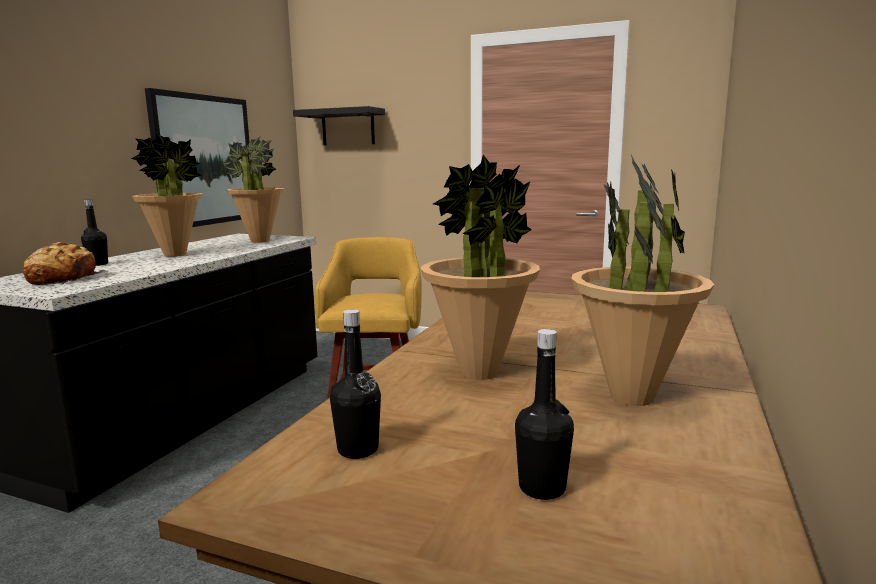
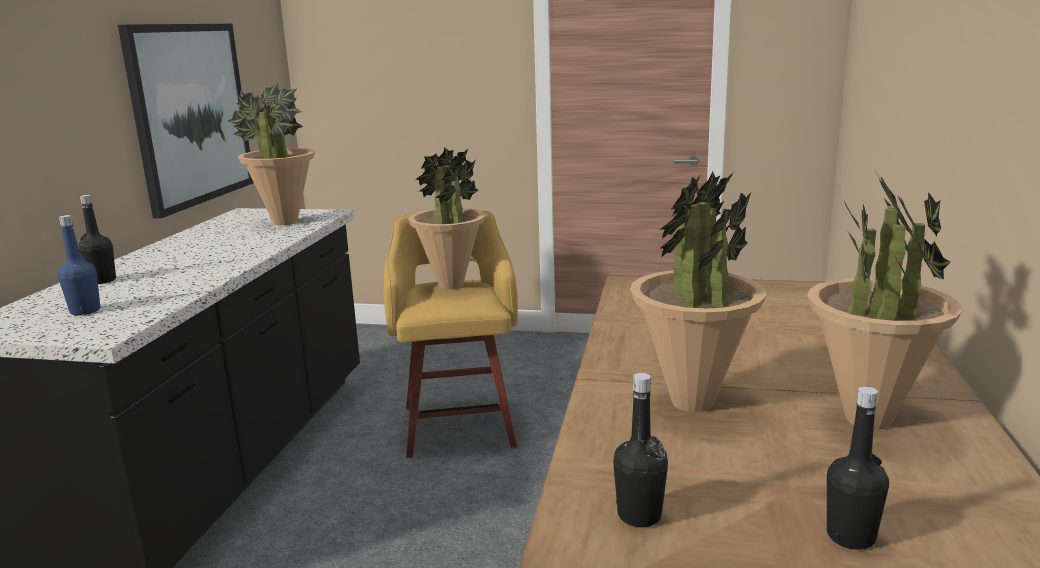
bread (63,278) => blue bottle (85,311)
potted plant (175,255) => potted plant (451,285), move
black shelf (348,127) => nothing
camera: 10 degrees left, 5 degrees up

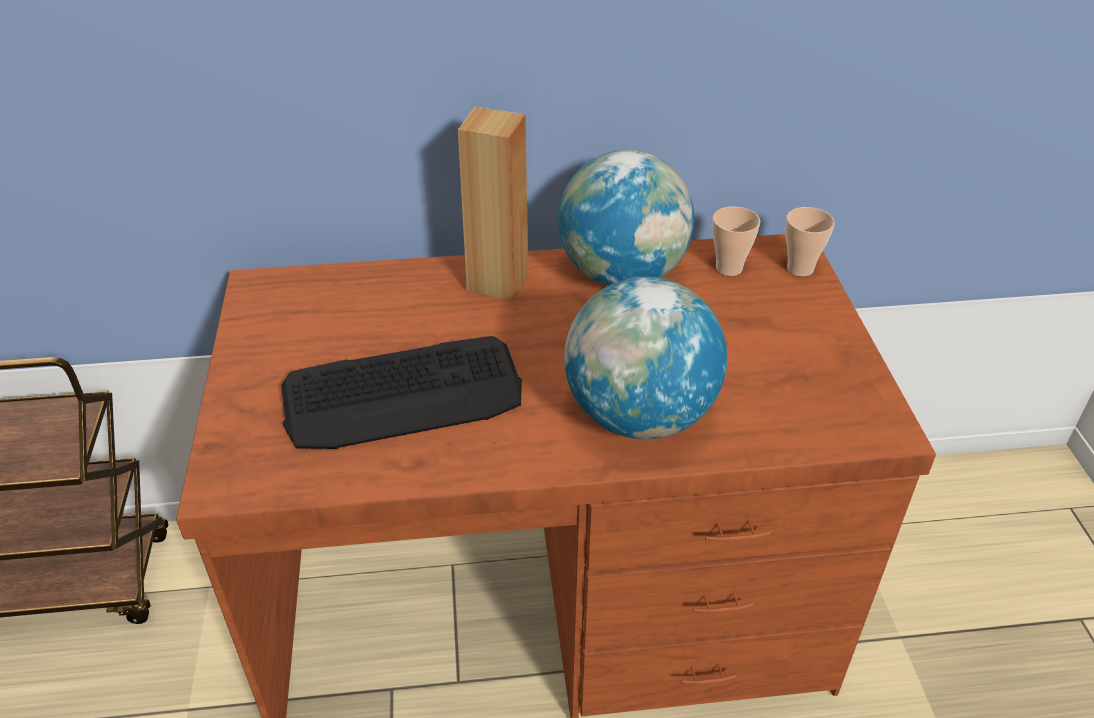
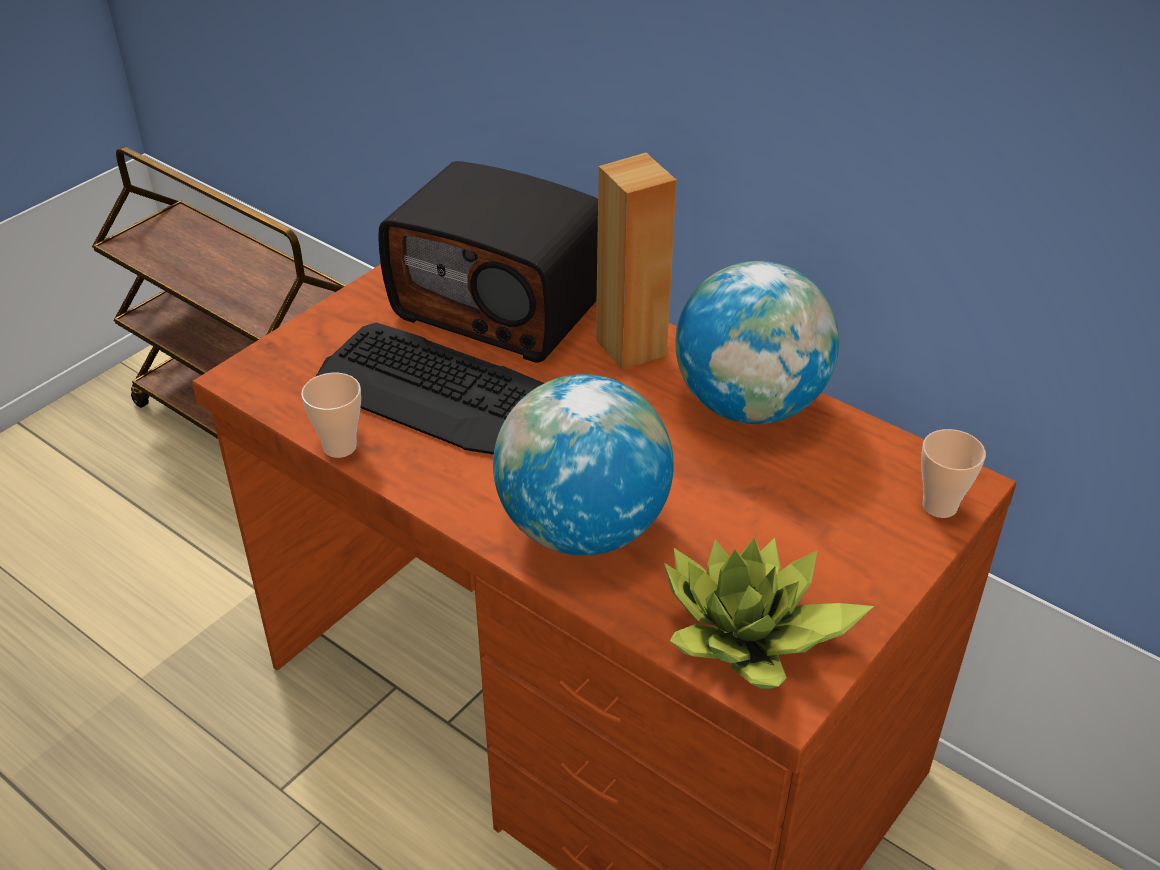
cup (729,268) => cup (340,447), move
nothing => radio (502,305)
nothing => potted plant (750,635)
camera: 45 degrees right, 0 degrees up

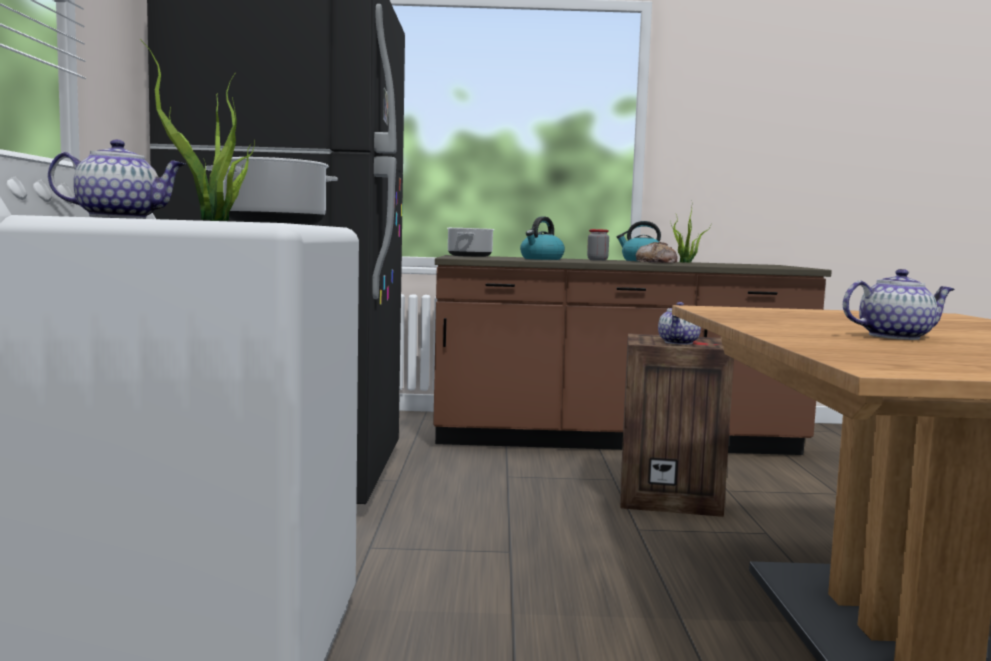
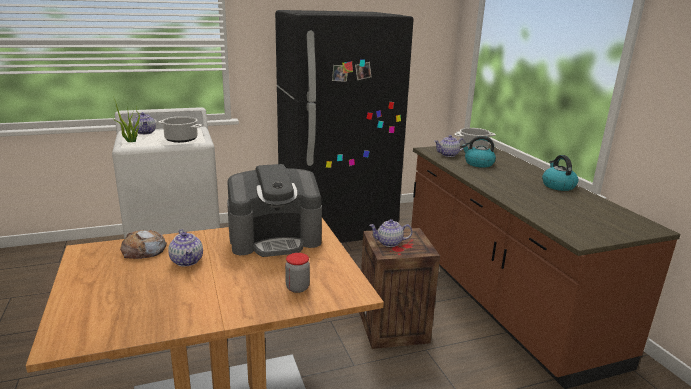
jar (597,260) => jar (297,288), move
bread (656,262) => bread (144,250), move
potted plant (686,262) => nothing
nothing => coffee machine (275,238)
nothing => teapot (448,155)
camera: 70 degrees right, 15 degrees up

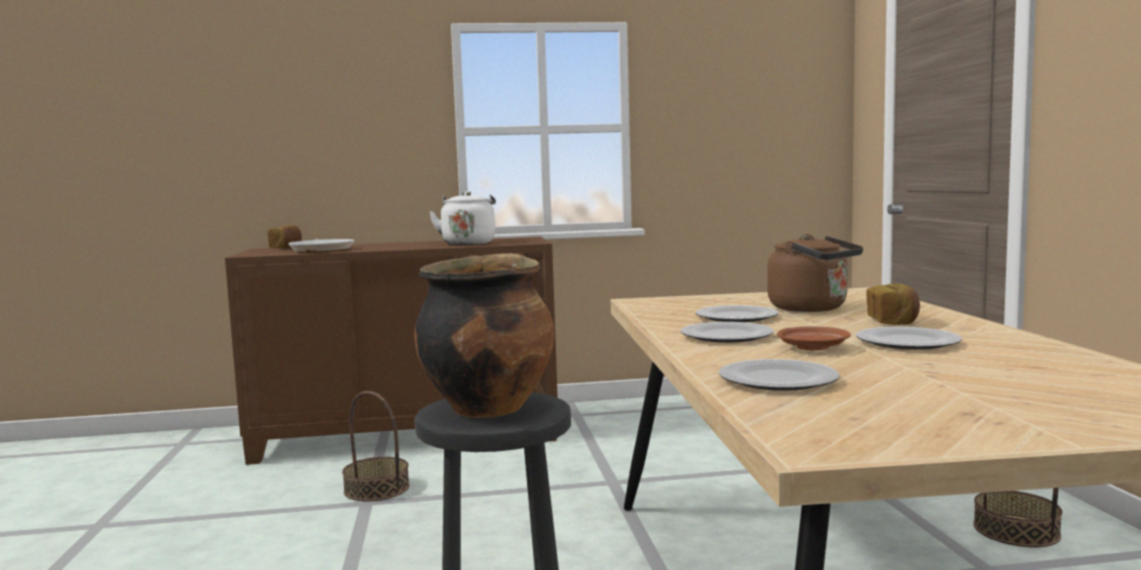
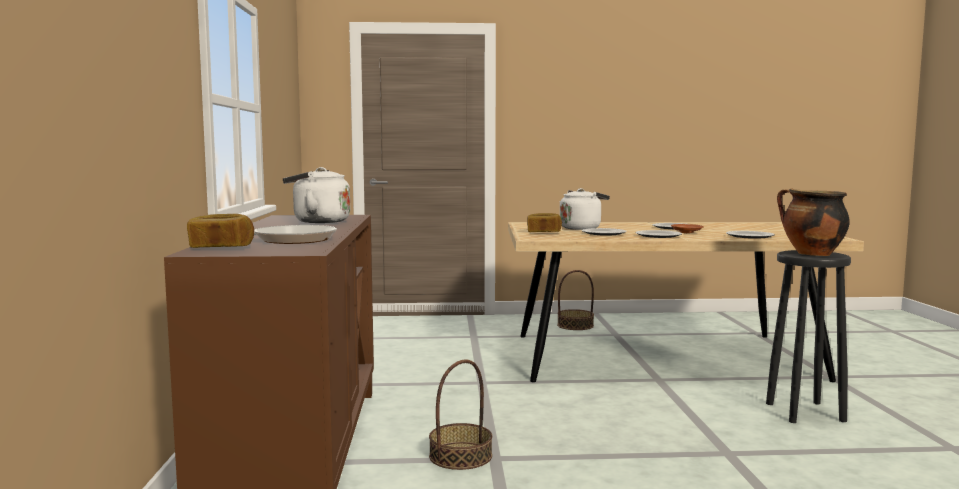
brown kettle (812,309) => white kettle (581,228)
bread (893,322) => bread (543,232), move
camera: 85 degrees left, 0 degrees up

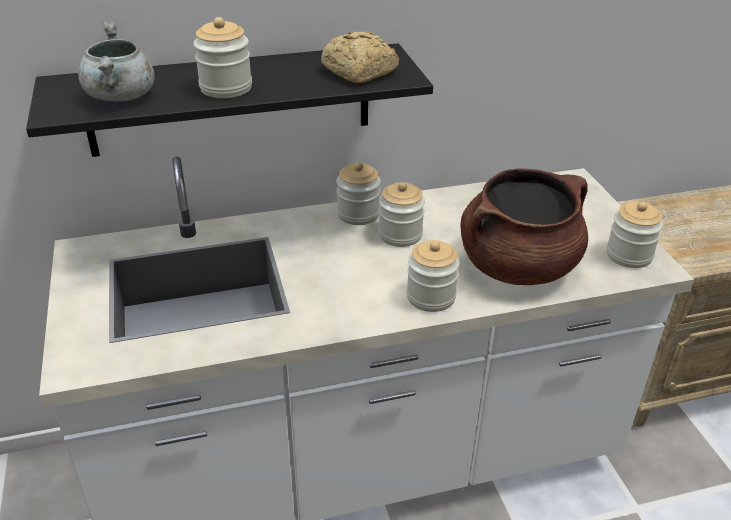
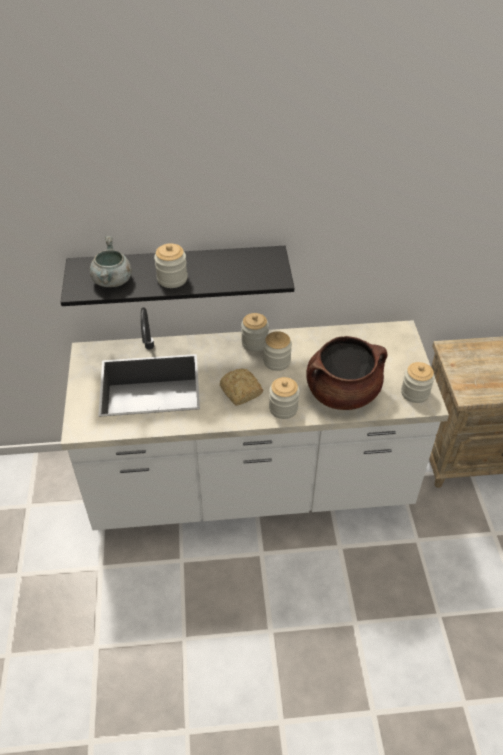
bread (359,72) => bread (241,392), move
camera: 10 degrees right, 10 degrees up

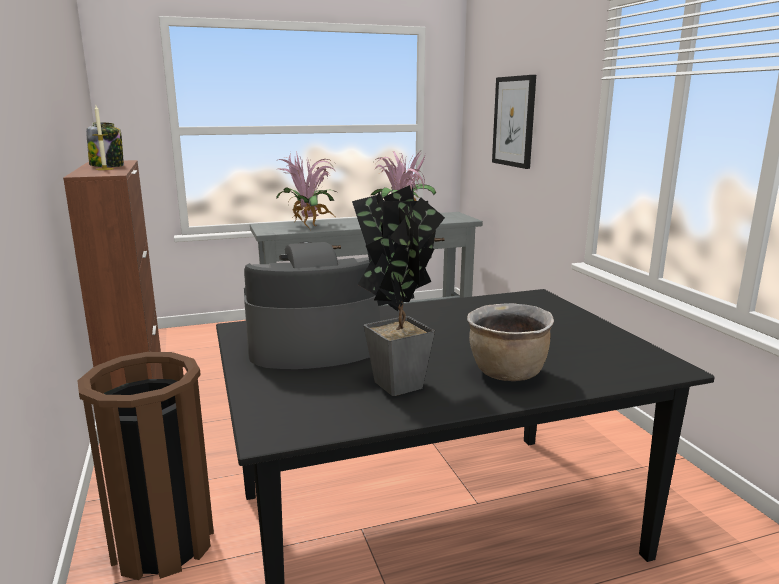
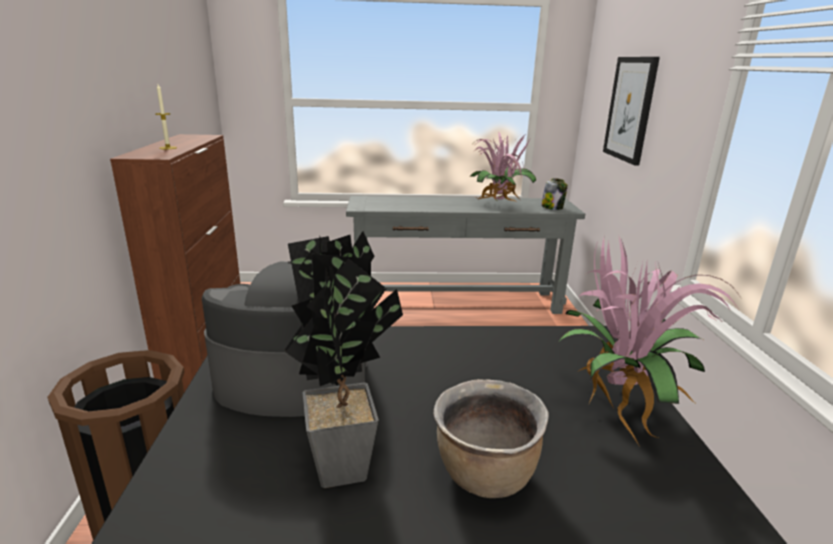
jar (107,166) => jar (552,207), move
potted plant (309,225) => potted plant (620,403), move
camera: 15 degrees right, 5 degrees up

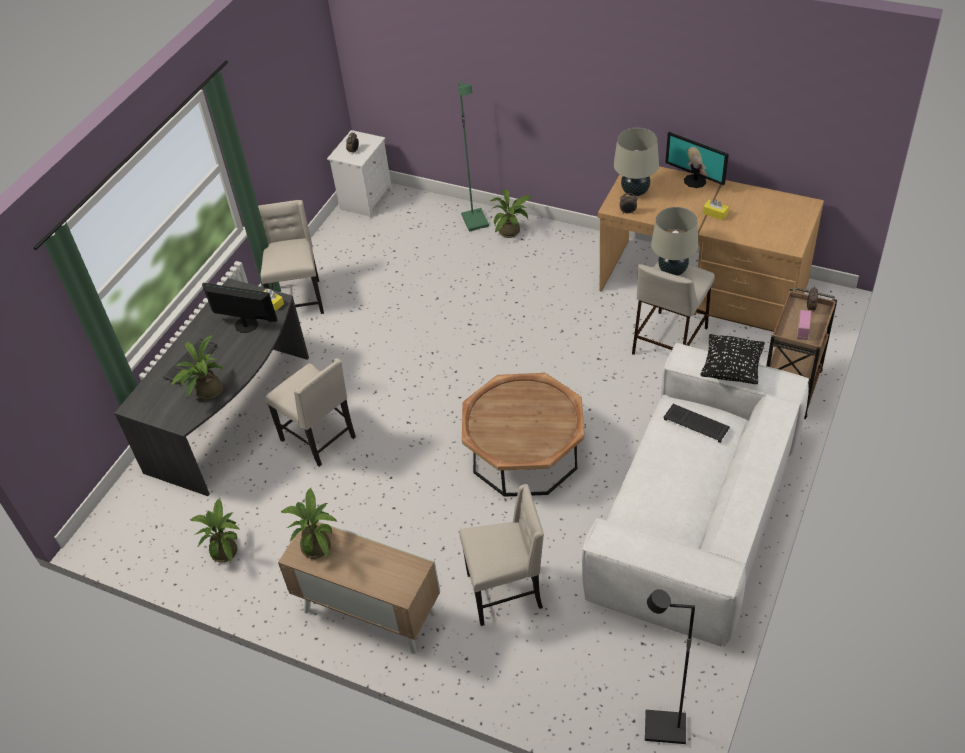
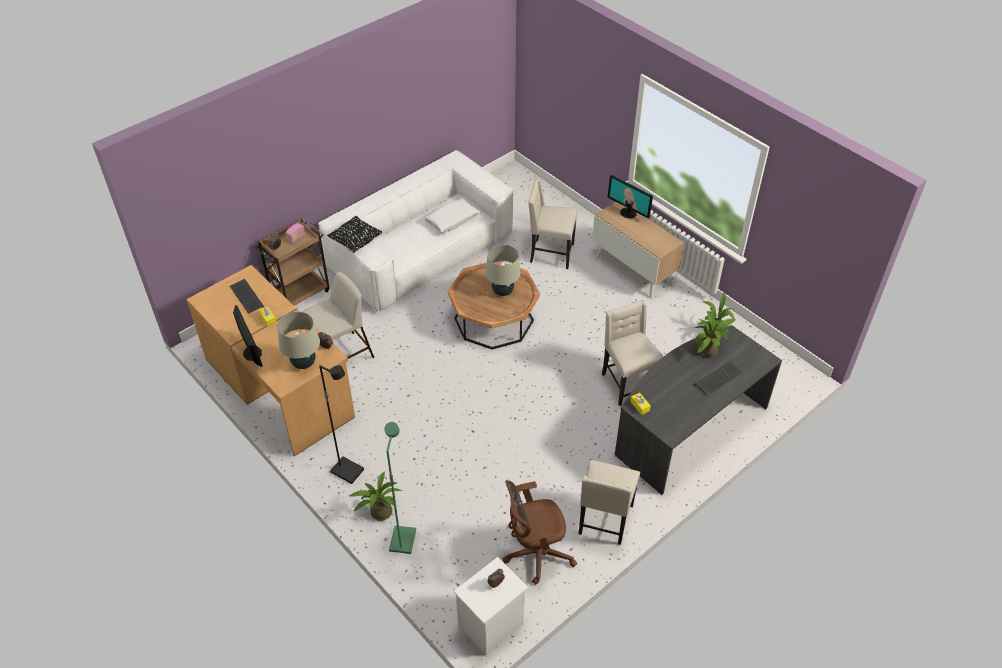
monitor (246,325) => monitor (628,212), move
potted plant (317,544) => nothing
black floor lamp (664,729) => black floor lamp (348,471), move
beige table lamp (672,271) => beige table lamp (503,291), move
keyboard (697,423) => keyboard (246,297), move
nothing => white pillow (452,220)
nothing => brown office chair (535,554)
camera: 160 degrees left, 0 degrees up

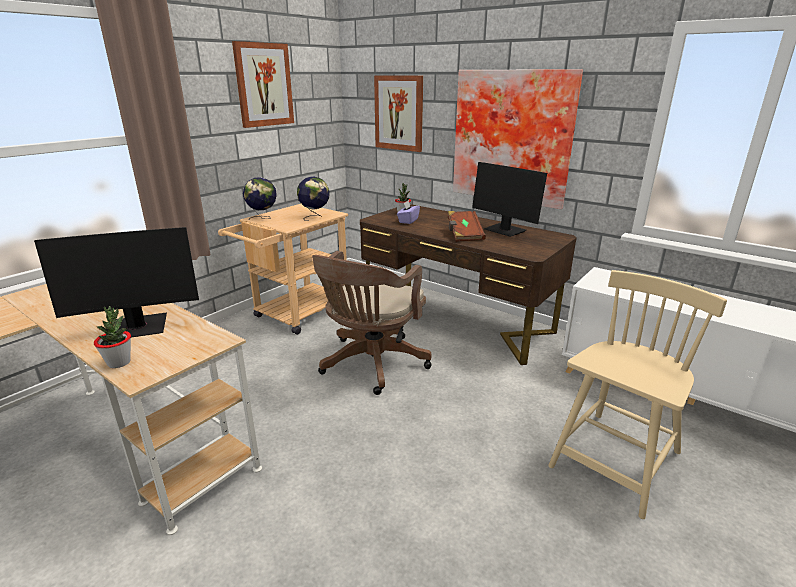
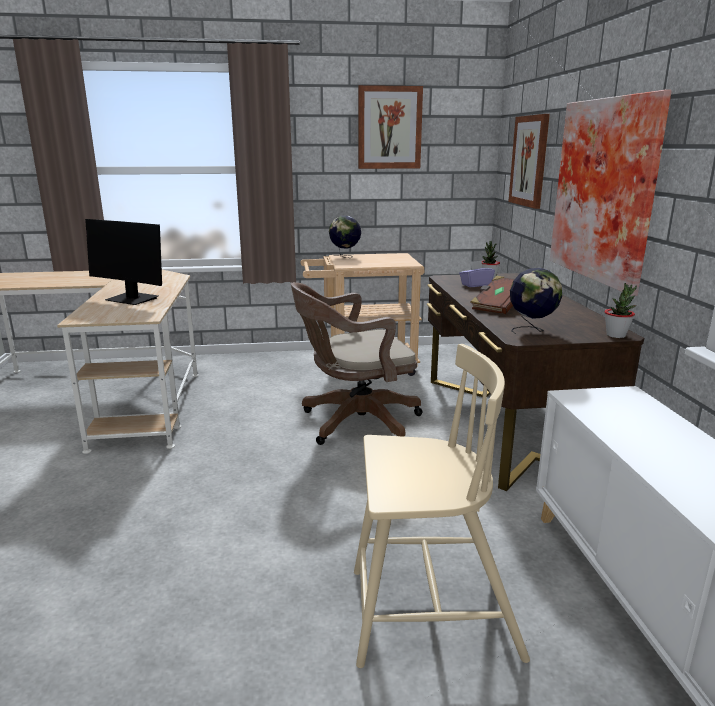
potted plant (119,362) => potted plant (616,335), move
globe (315,217) => globe (532,330), move
monitor (505,230) => nothing
camera: 45 degrees right, 5 degrees down

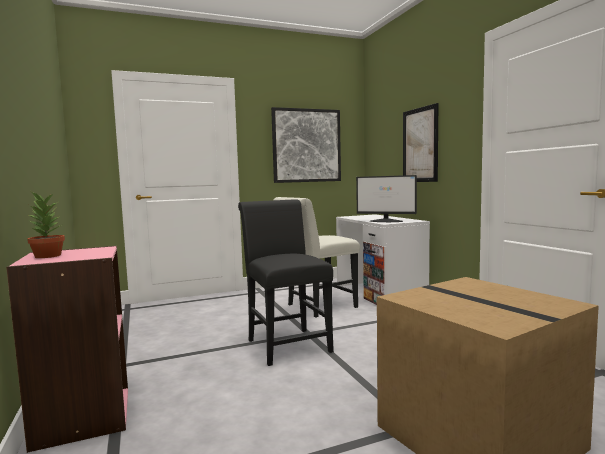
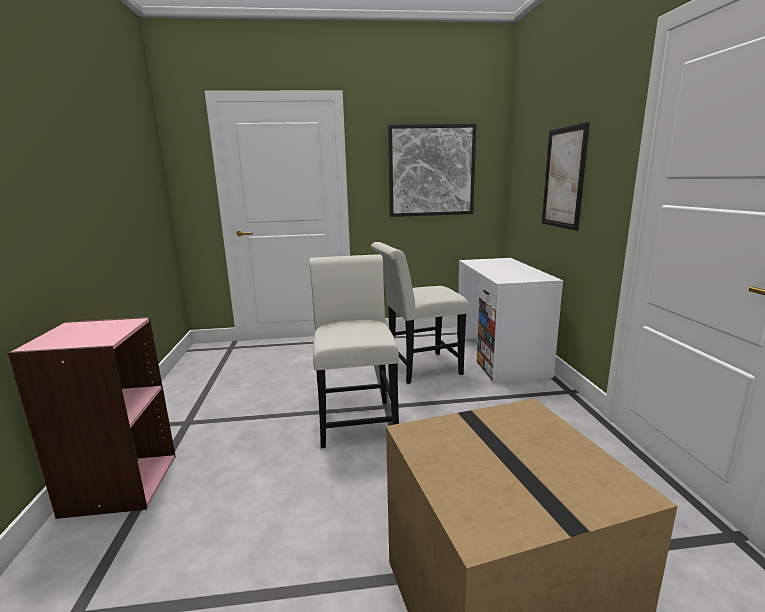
potted plant (47,256) => nothing
black chair (286,344) => white chair (356,418)
monitor (386,221) => nothing
camera: 15 degrees right, 10 degrees up

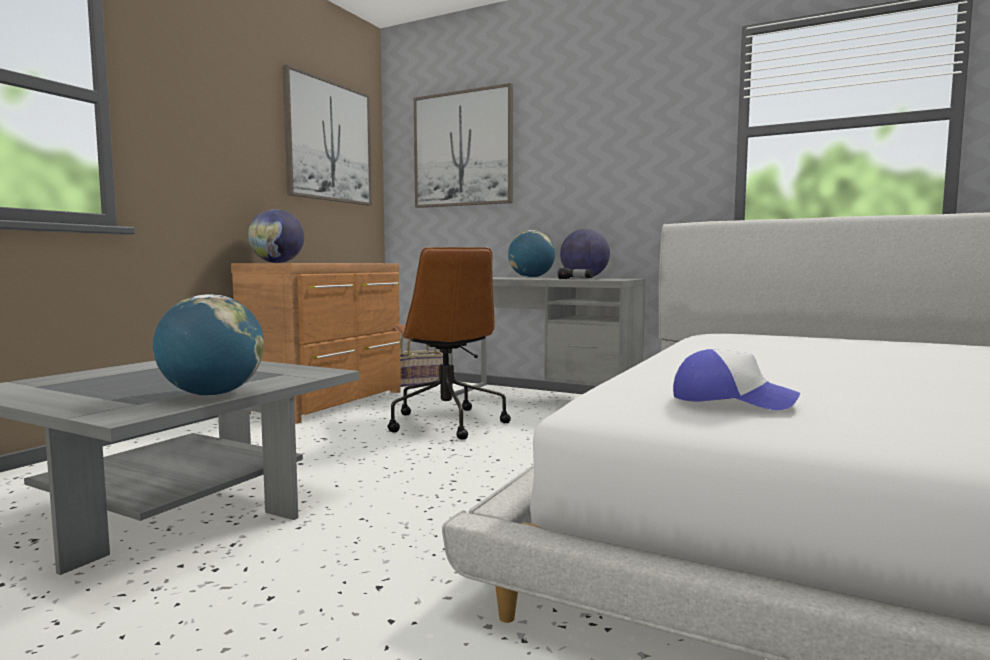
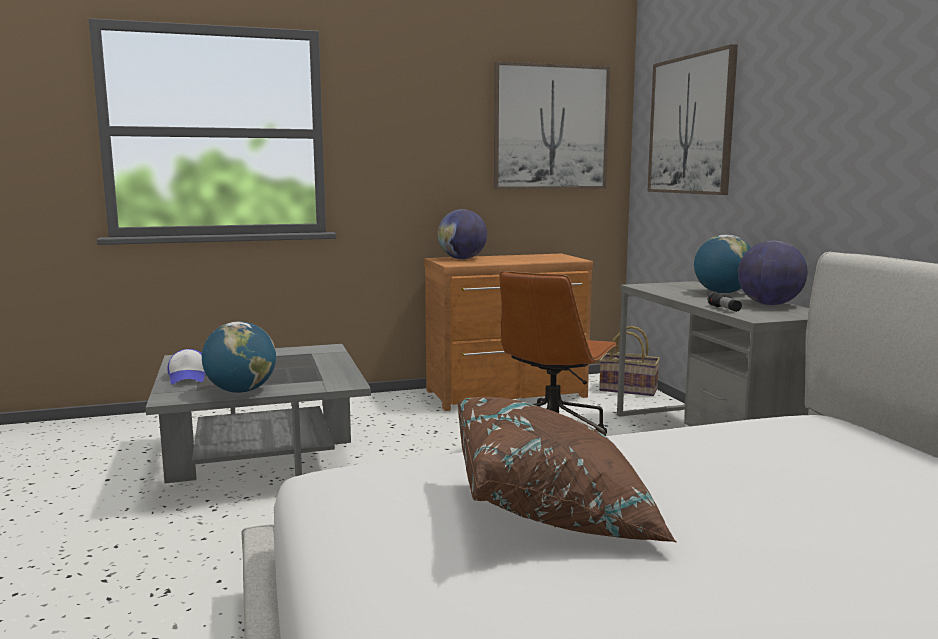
cap (731,400) => cap (188,377), move
nothing => brown pillow (553,511)
camera: 45 degrees right, 5 degrees up

